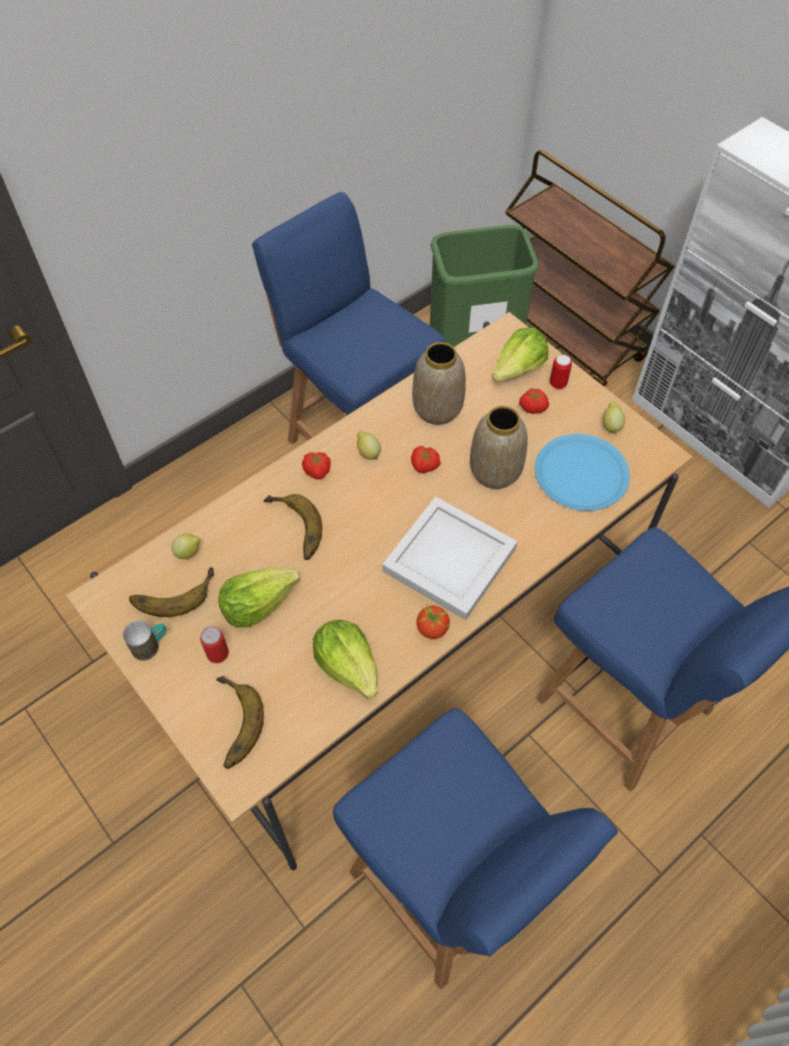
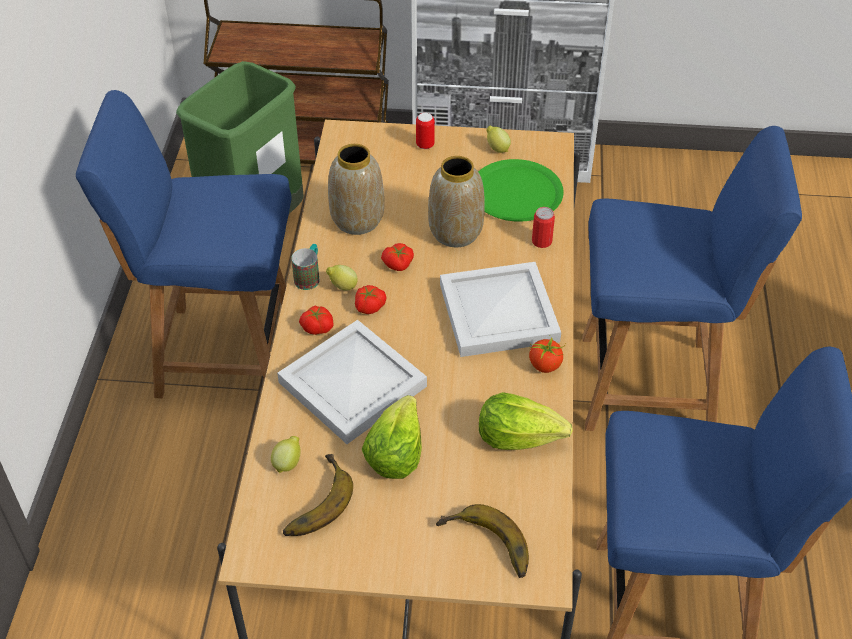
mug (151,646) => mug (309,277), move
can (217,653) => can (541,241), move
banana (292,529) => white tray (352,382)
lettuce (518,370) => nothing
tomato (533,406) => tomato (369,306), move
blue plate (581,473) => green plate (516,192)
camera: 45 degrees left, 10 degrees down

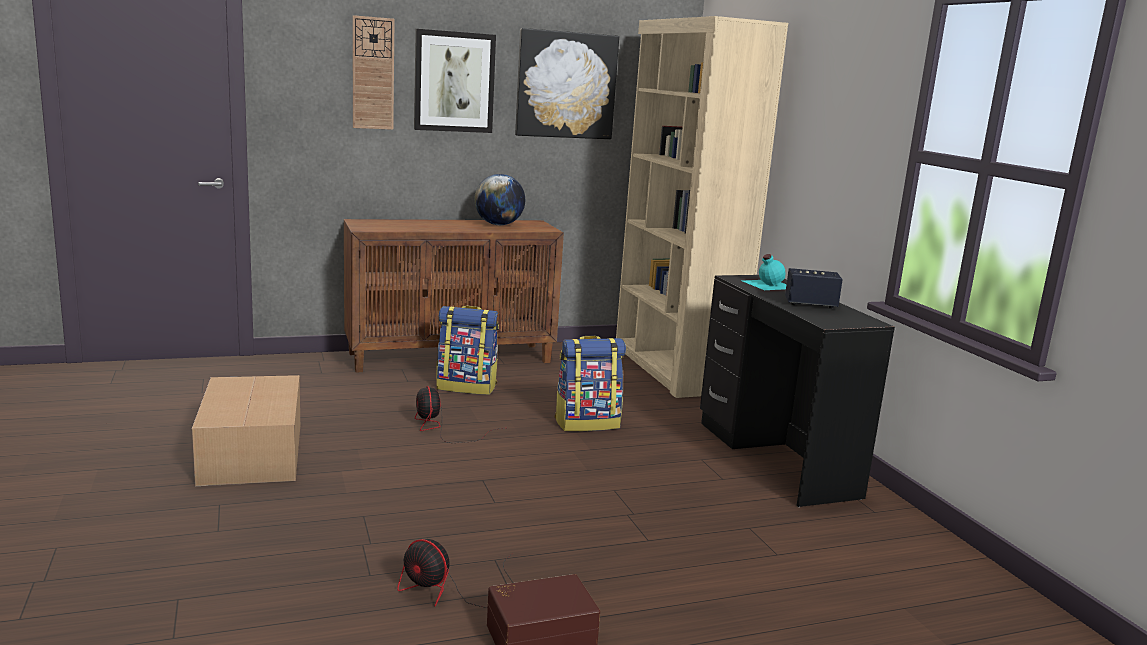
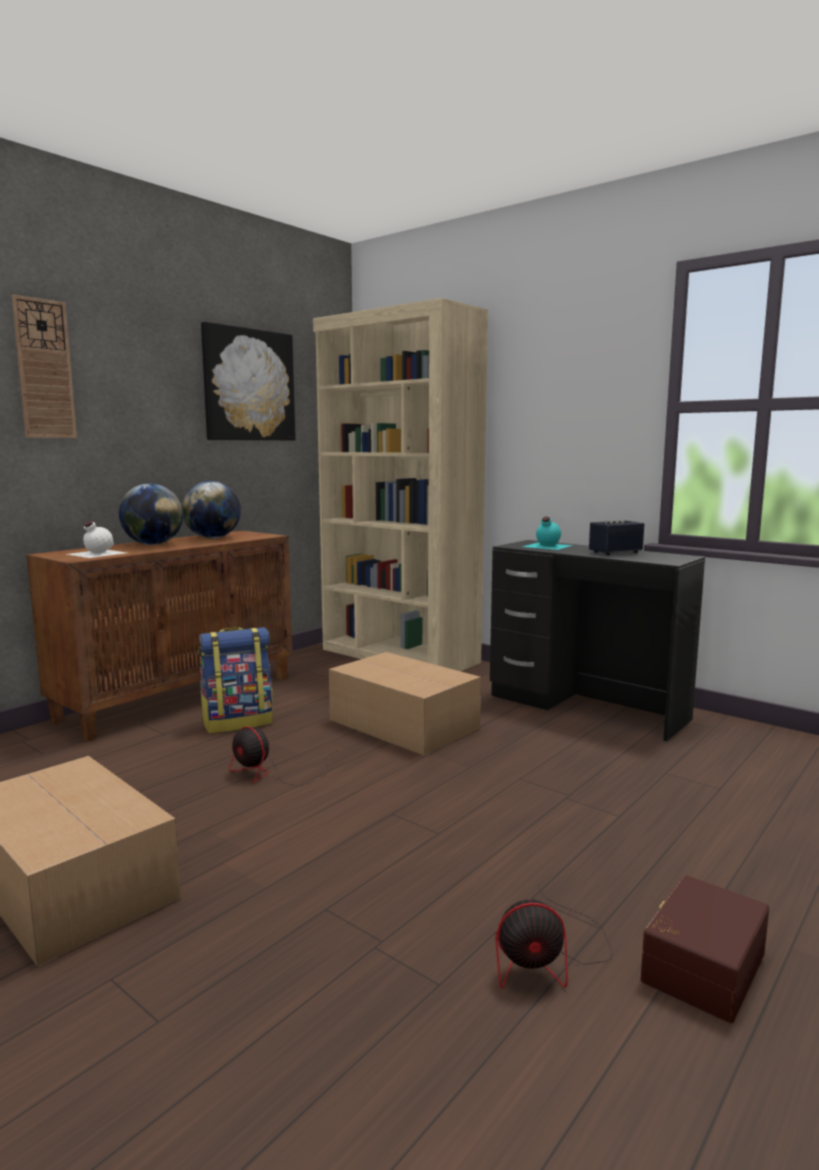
picture (454,82) => nothing
backpack (587,423) => cardboard box (402,723)
nothing => white bottle (96,553)
nothing => globe (153,544)
camera: 30 degrees left, 5 degrees down

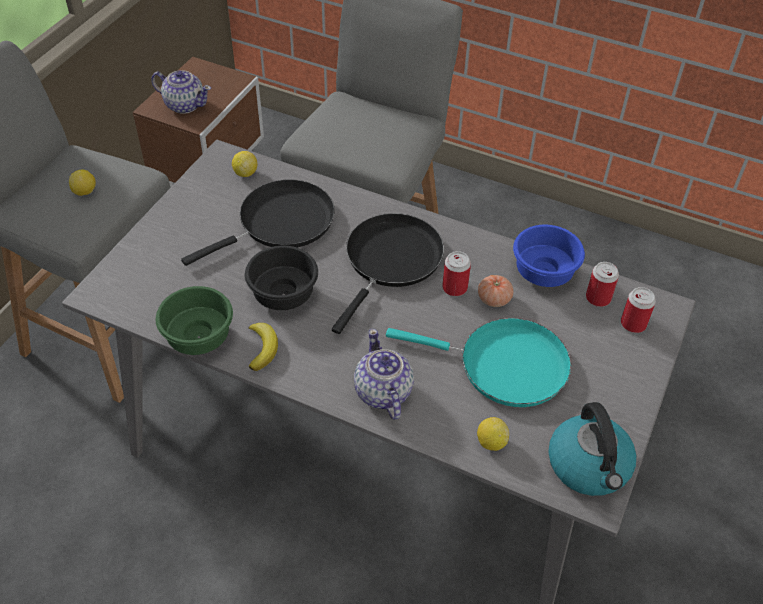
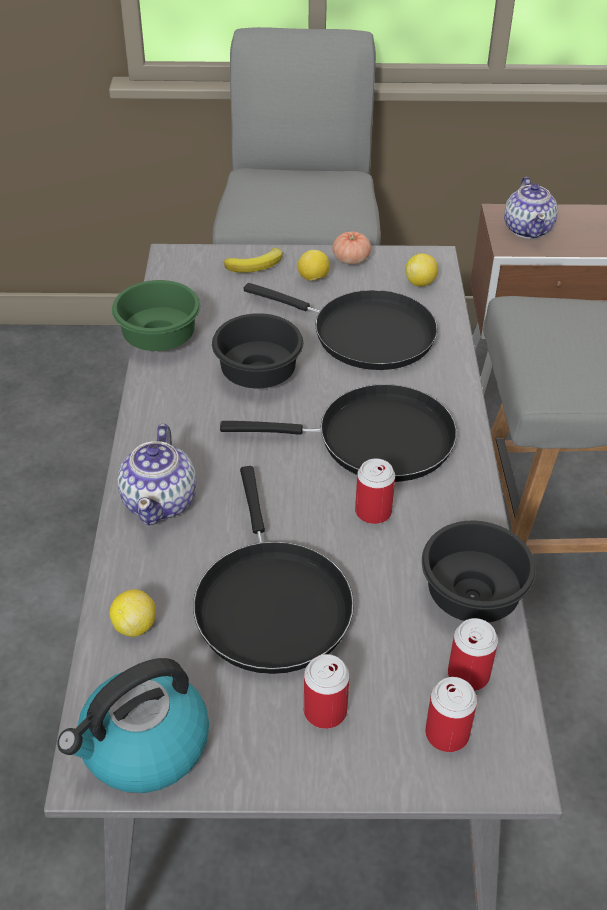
lemon (85,192) => lemon (313,279), move
banana (262,348) => banana (256,265), move
teapot (382,393) => teapot (160,501), 135 degrees clockwise
turquoise frying pan (505,365) => black frying pan (270,602)
tomato (494,299) => tomato (351,259), move
blue bowl (546,271) => black bowl (475,598)
nothing => can (325,711)
camera: 65 degrees right, 5 degrees down

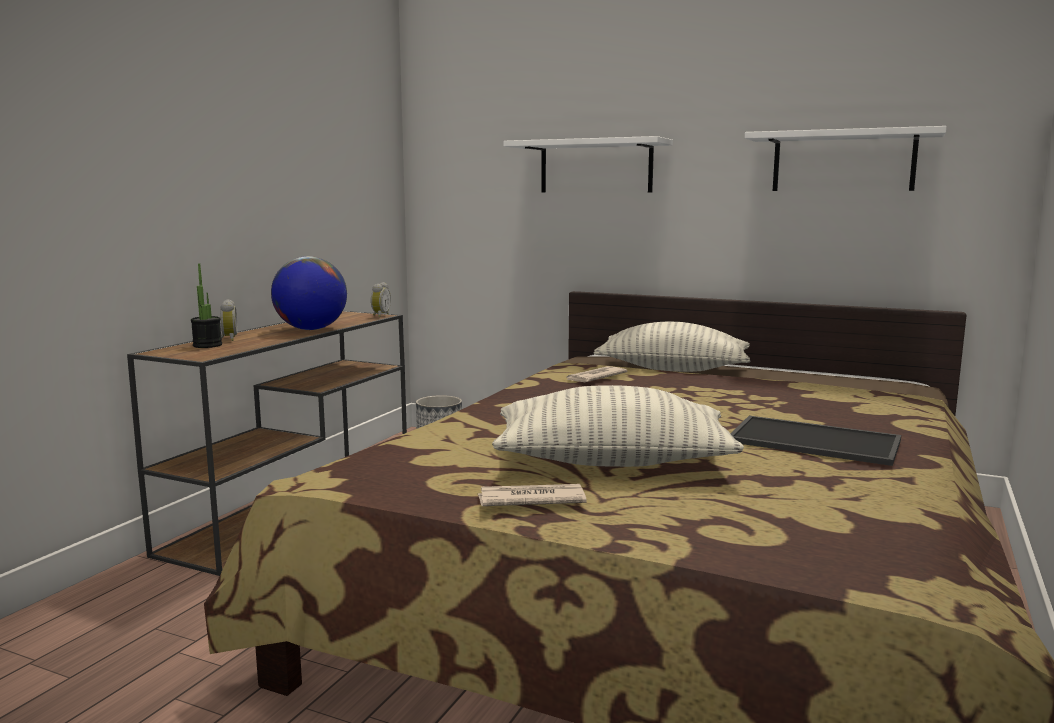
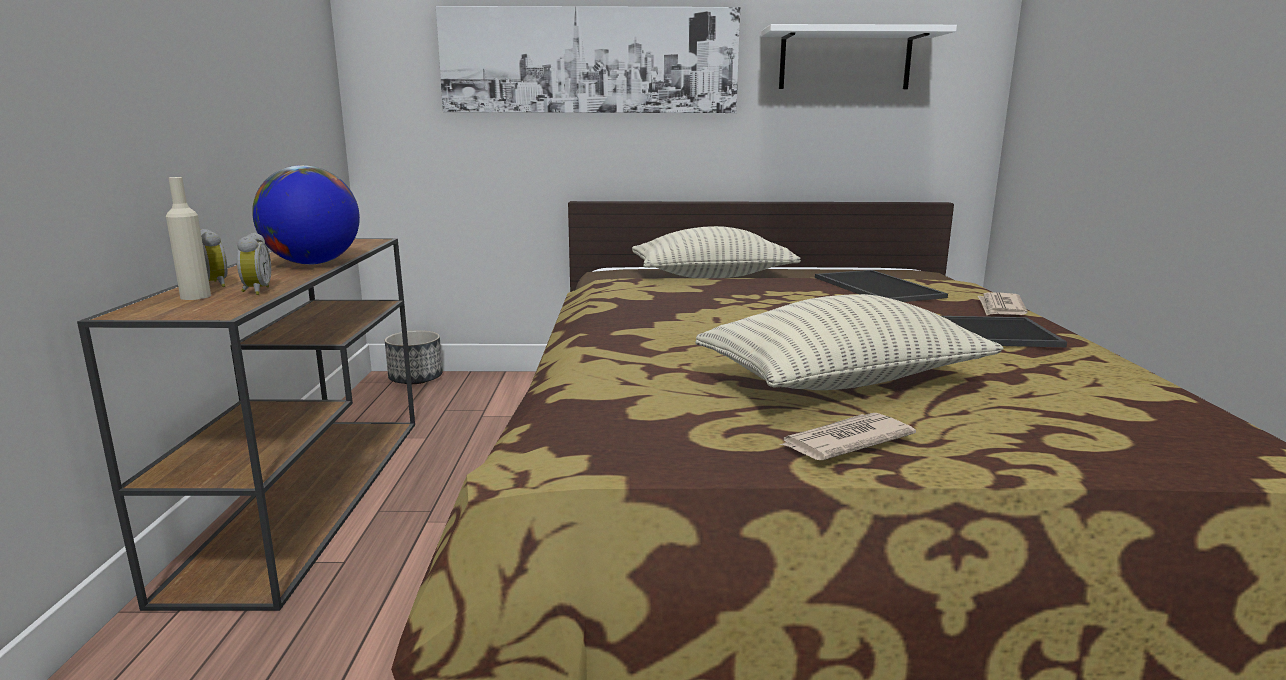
potted plant (207,345) => beige bottle (195,296)
alarm clock (379,315) => alarm clock (255,291), move
white shelf (596,167) => picture (589,61)
newspaper (594,378) => newspaper (1000,308), move
nothing => tray (874,287)
camera: 25 degrees left, 5 degrees up

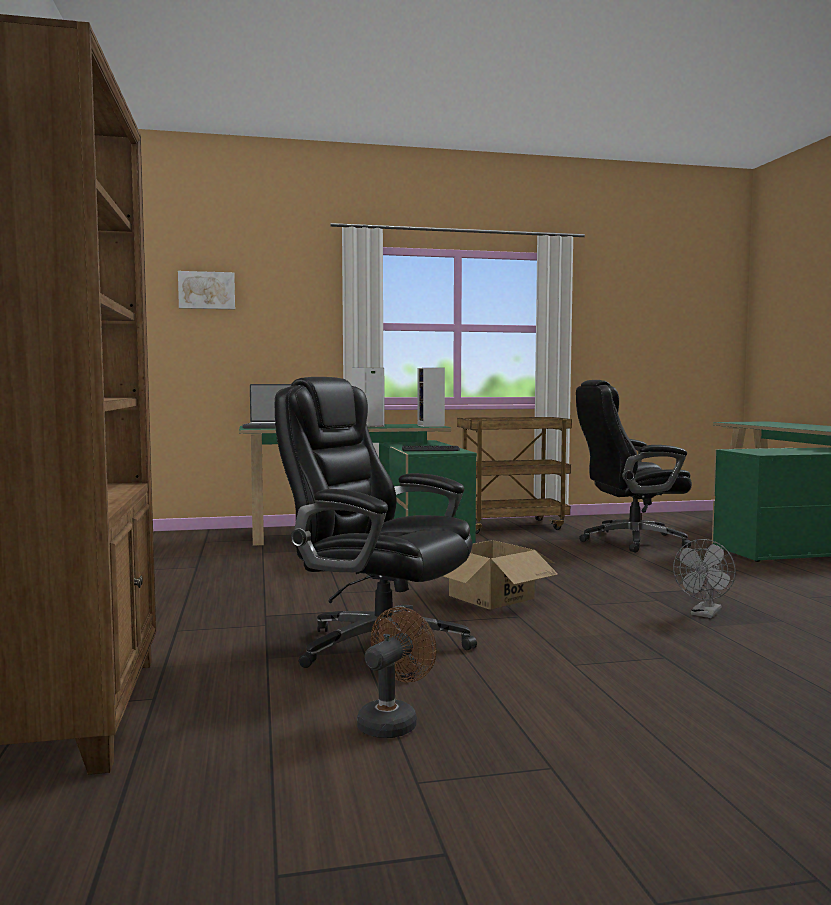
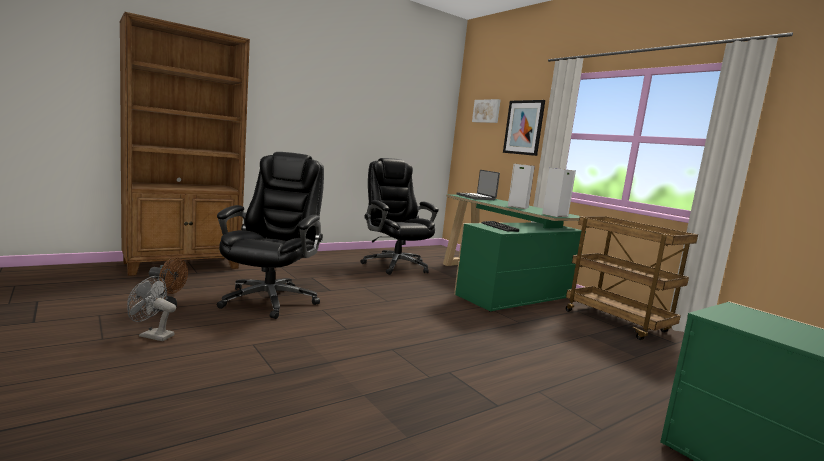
cardboard box (491,597) => nothing
black office chair (630,541) => black office chair (395,265), move
grey fan (704,614) => grey fan (152,335), move
nothing => picture (524,127)
camera: 65 degrees right, 5 degrees up

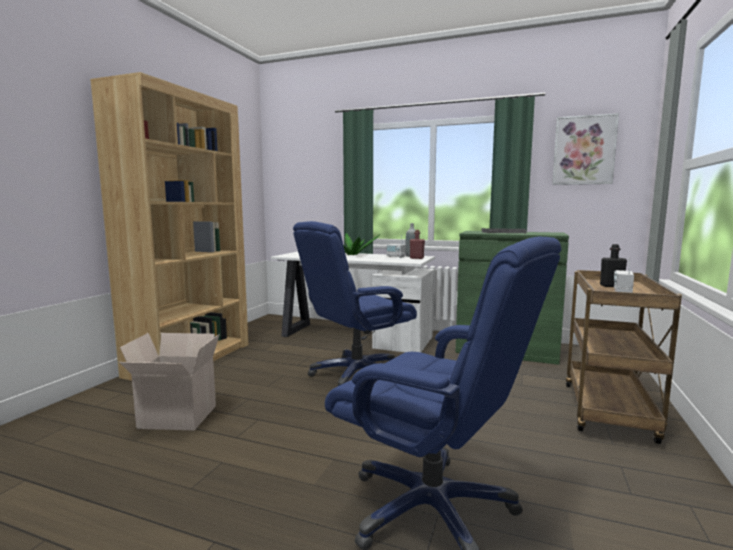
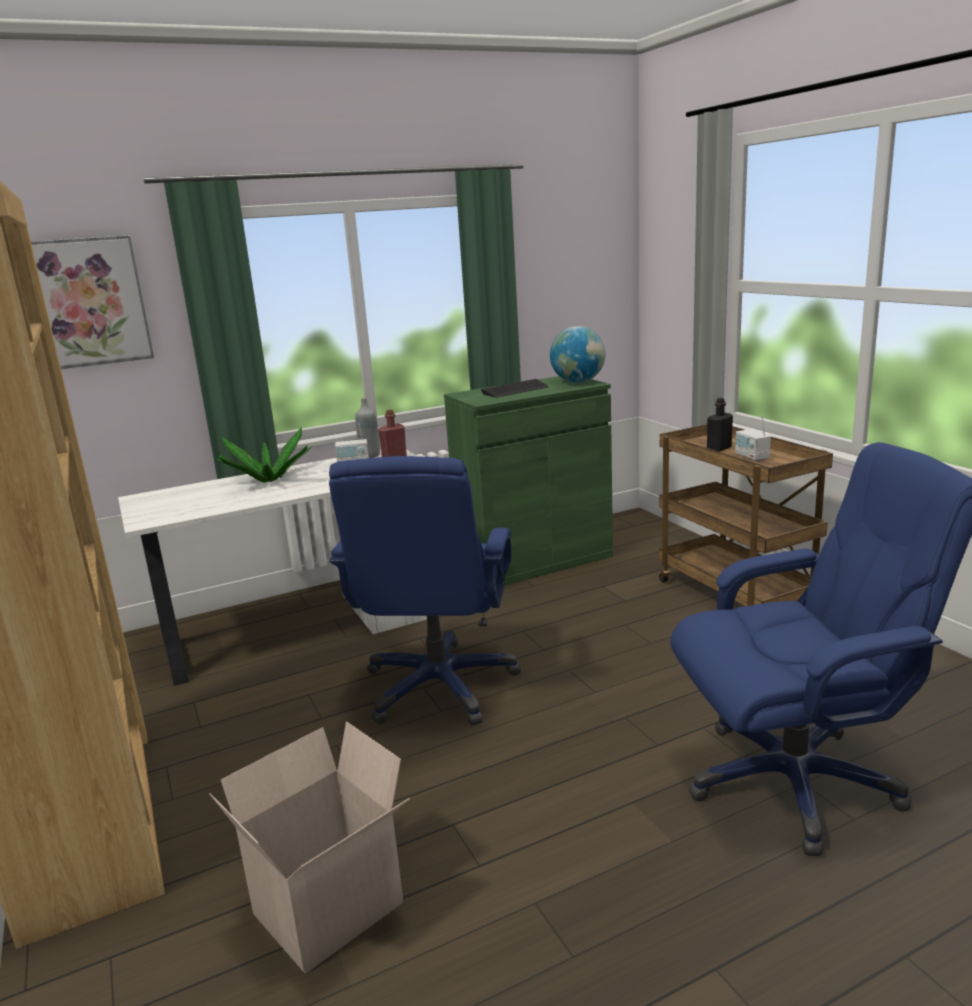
picture (584,150) => picture (88,302), move
nothing => globe (578,382)
camera: 45 degrees left, 10 degrees up

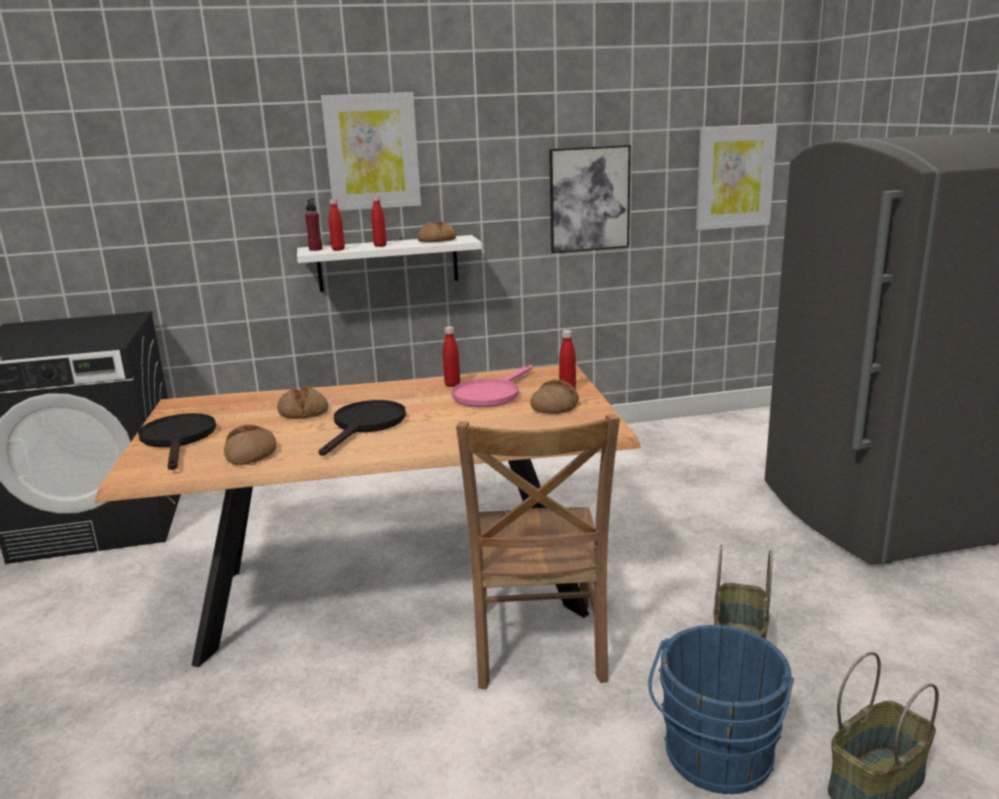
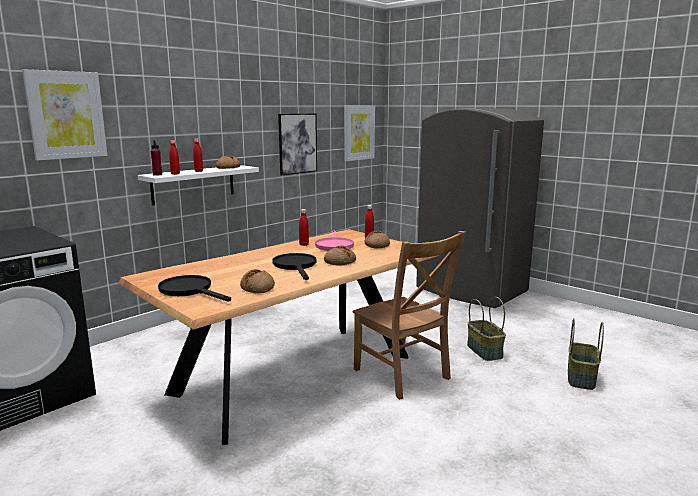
bread (303,412) => bread (340,262), move
picture (372,152) => picture (66,115), move
blue bucket (716,759) => nothing
camera: 35 degrees left, 5 degrees down

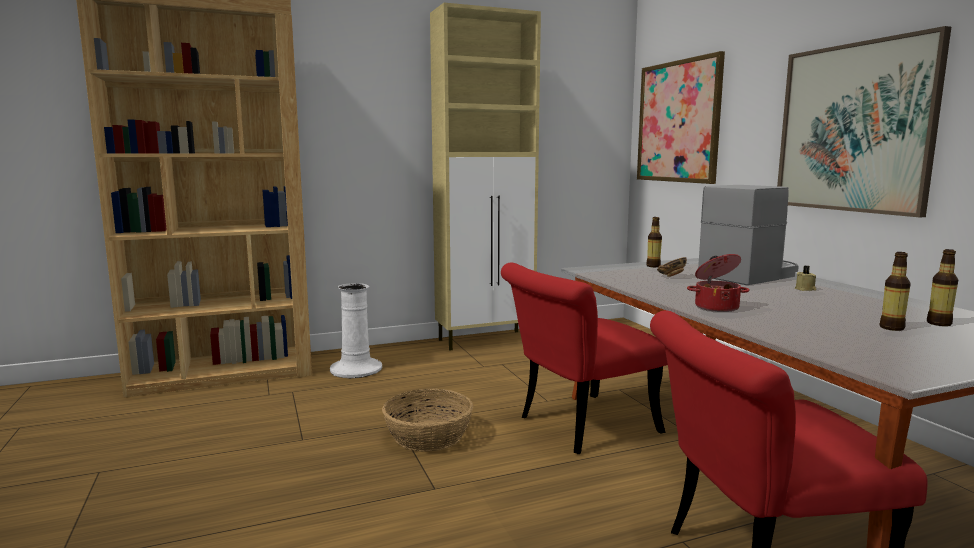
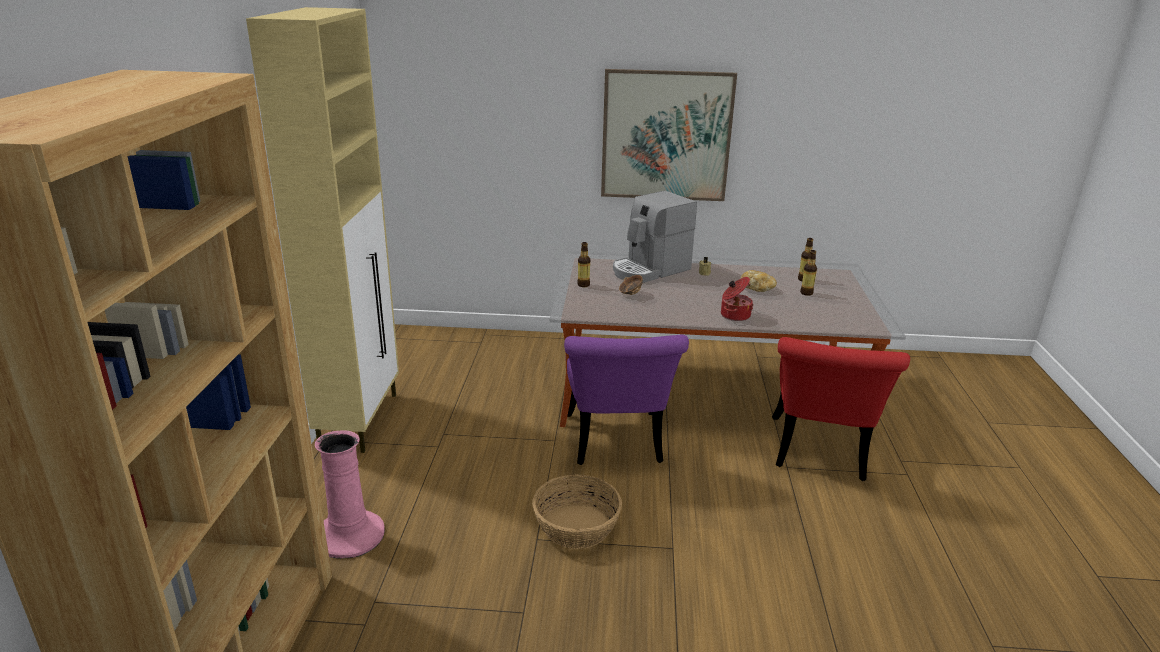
white vase (355,369) => pink vase (349,535)
red chair (577,426) => purple chair (615,444)
picture (678,122) => nothing
coffee machine (749,275) => coffee machine (650,270), 120 degrees counterclockwise
nothing => bread (757,289)
camera: 65 degrees left, 15 degrees up

